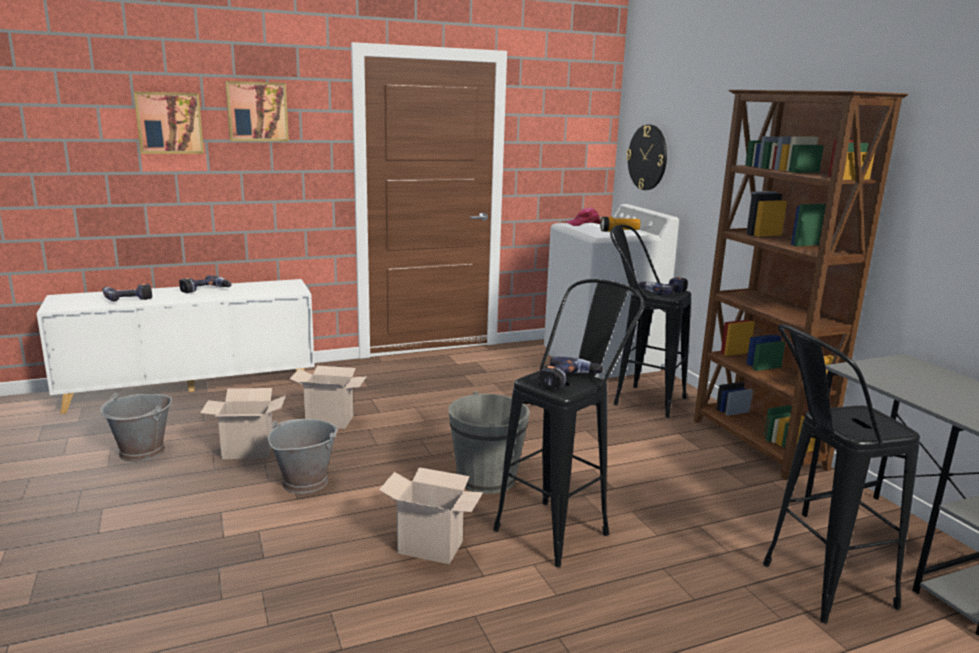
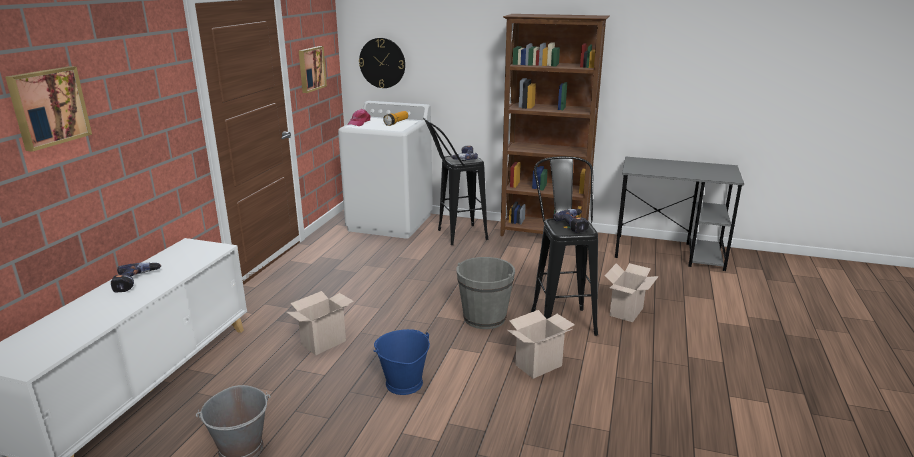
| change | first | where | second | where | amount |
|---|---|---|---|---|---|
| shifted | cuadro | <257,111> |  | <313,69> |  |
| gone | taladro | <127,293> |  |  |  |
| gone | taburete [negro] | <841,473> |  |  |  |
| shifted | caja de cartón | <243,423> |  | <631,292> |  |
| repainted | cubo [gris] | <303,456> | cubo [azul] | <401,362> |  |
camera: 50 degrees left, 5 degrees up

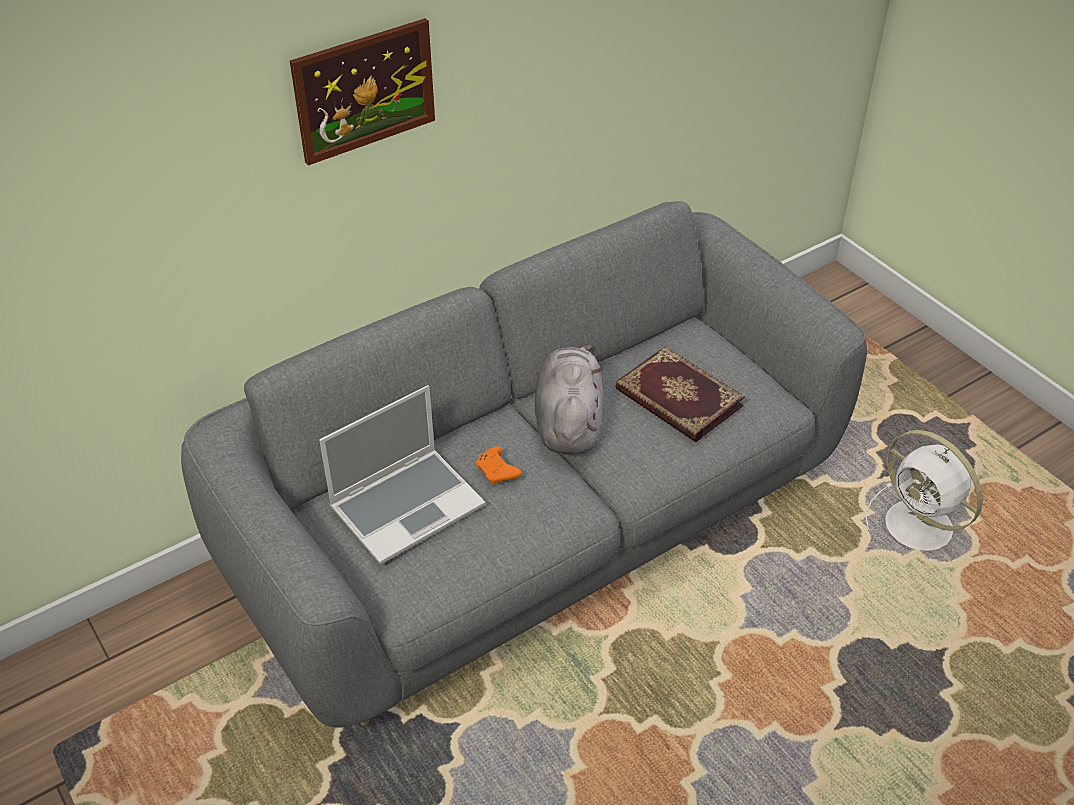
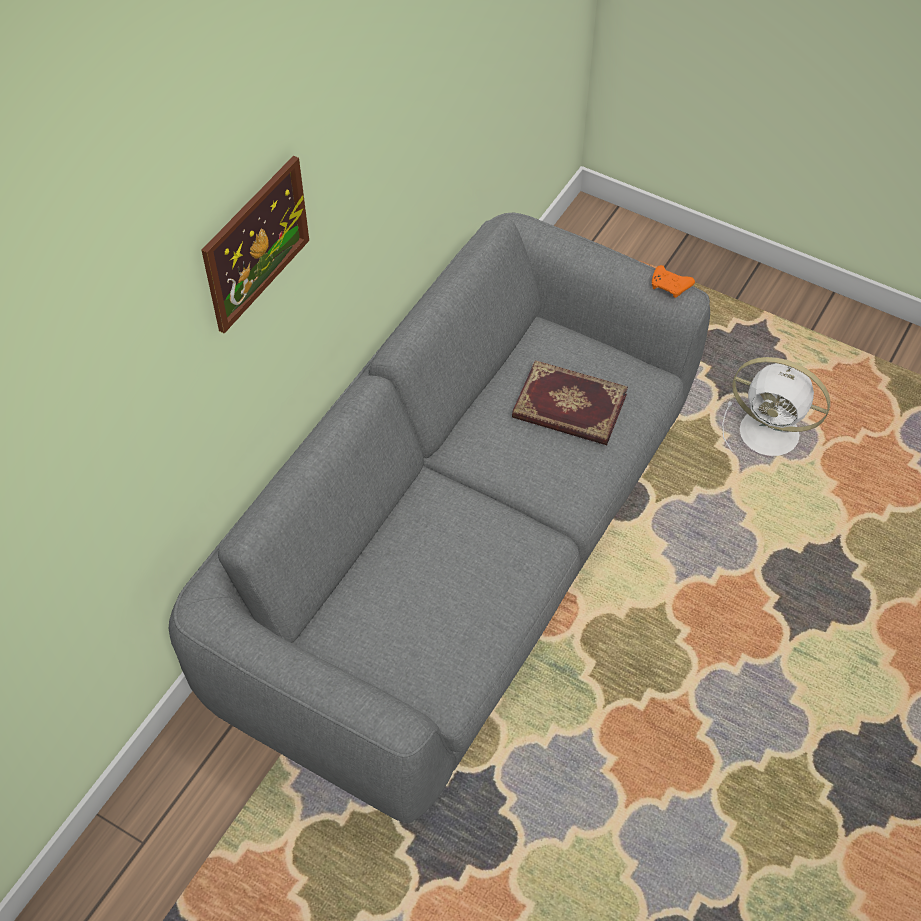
| change | first | where | second | where | amount |
|---|---|---|---|---|---|
| gone | peluche [gris] | <569,400> |  |  |  |
| gone | portátil | <402,475> |  |  |  |
| shifted | mando de consola [naranja] | <499,465> |  | <673,281> |  |
camera: 25 degrees left, 10 degrees up

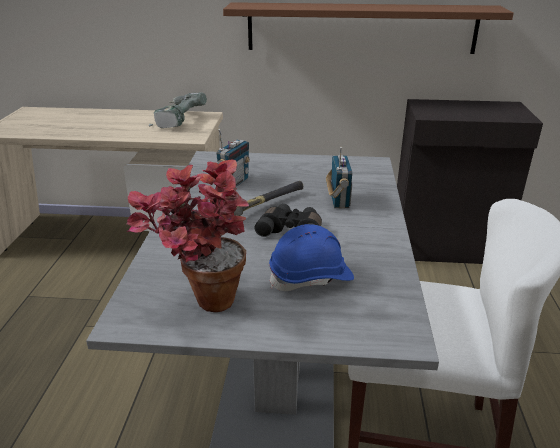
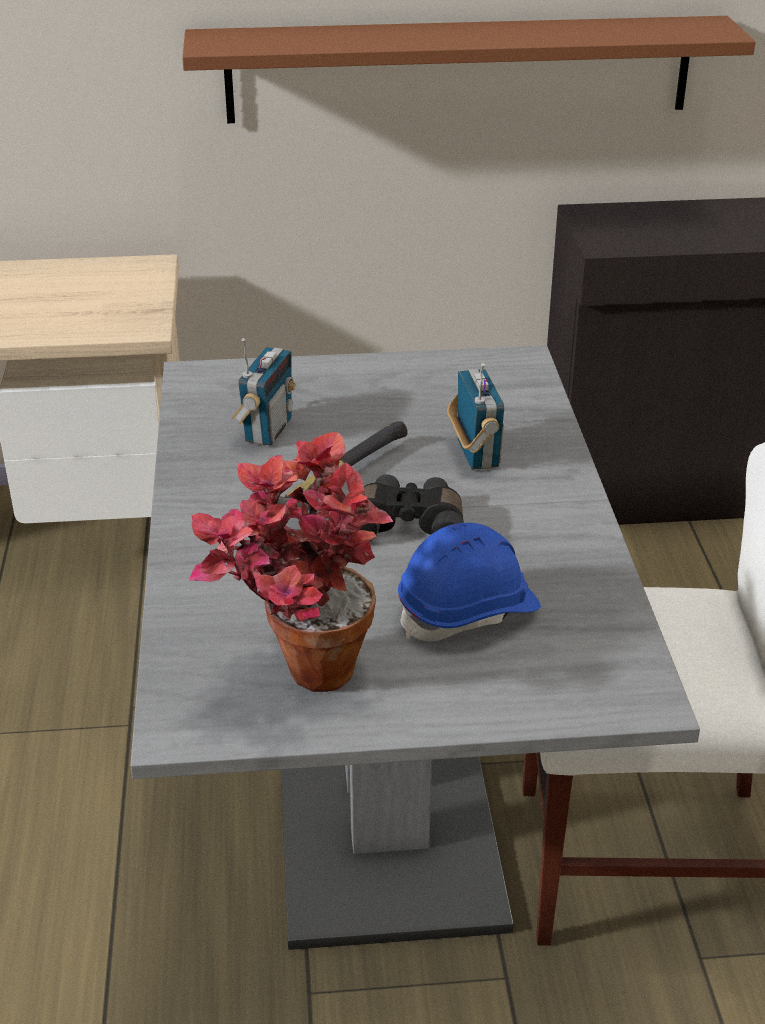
| change | first | where | second | where | amount |
|---|---|---|---|---|---|
| gone | taladro | <178,110> |  |  |  |
camera: 10 degrees left, 5 degrees up

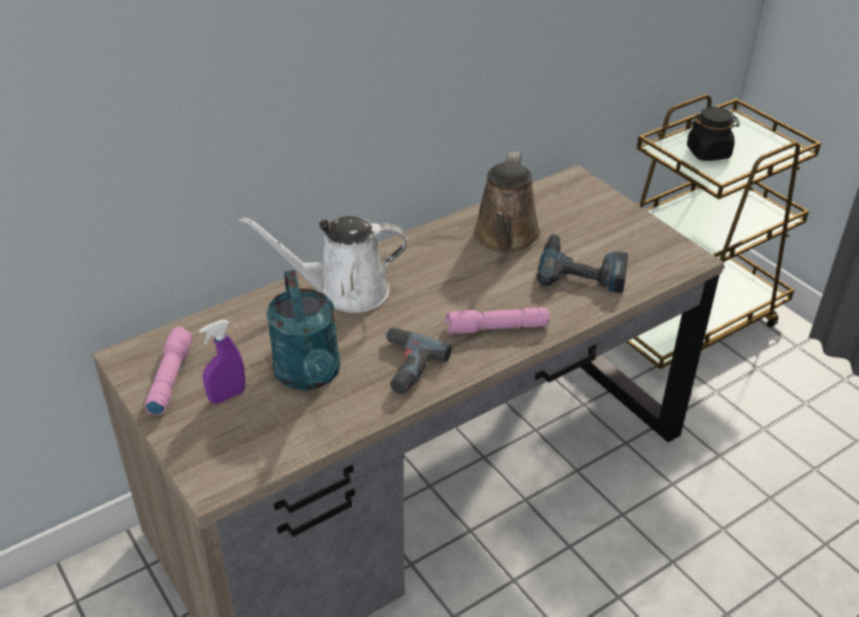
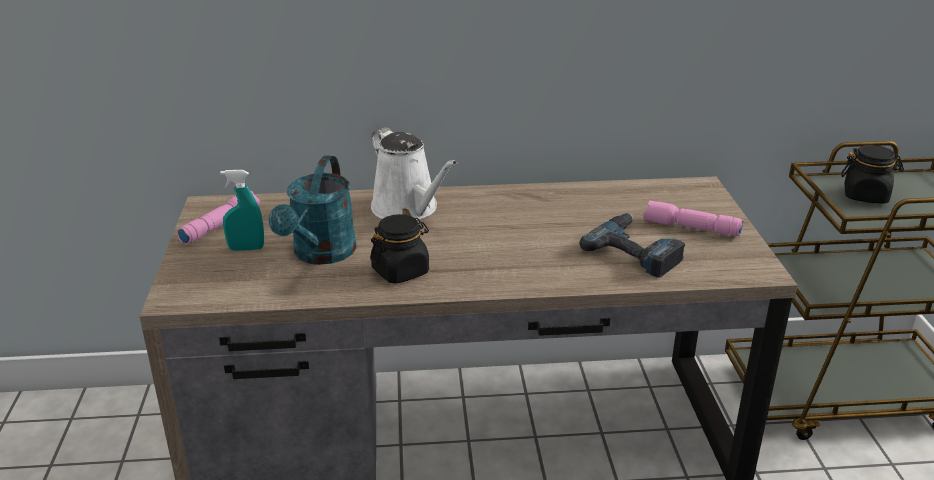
| change | first | where | second | where | amount |
|---|---|---|---|---|---|
| gone | regadera [marrón] | <506,202> |  |  |  |
| rotated | regadera [blanco] | <323,264> |  | <414,173> | 150 degrees counterclockwise |
| shifted | linterna [rosa] | <498,320> |  | <693,218> |  |
| repainted | pulverizador [morado] | <222,362> | pulverizador [turquesa] | <242,210> |  |
| swapped | taladro | <418,360> | tarro [negro] | <399,249> |  |
camera: 30 degrees right, 10 degrees down

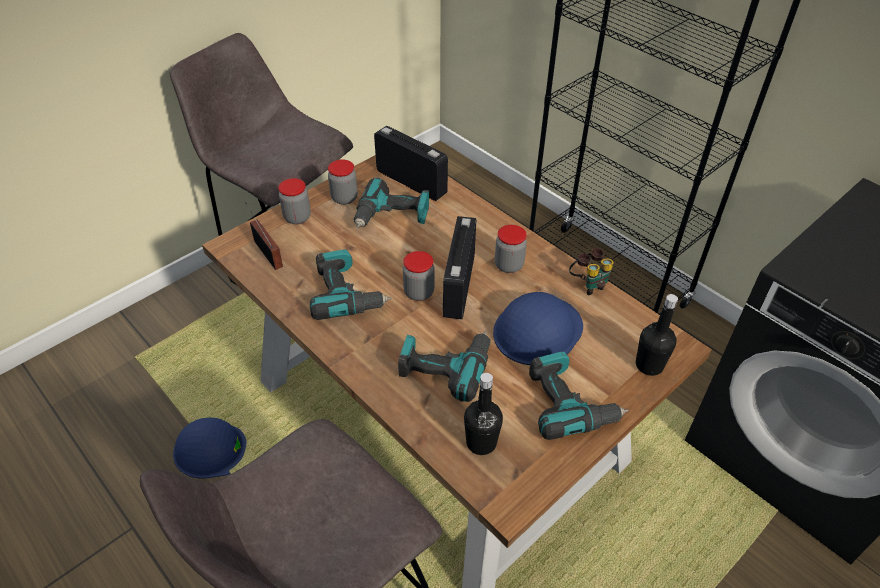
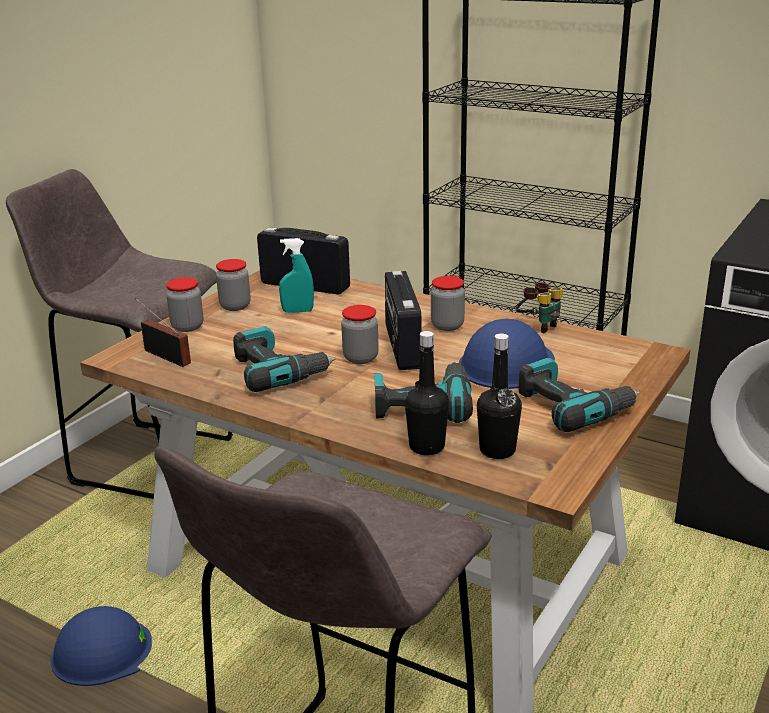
| change | first | where | second | where | amount |
|---|---|---|---|---|---|
| swapped | taladro | <391,203> | pulverizador [turquesa] | <296,275> |  |
| shifted | botella [negro] | <657,335> |  | <427,393> |  |
camera: 15 degrees left, 20 degrees down

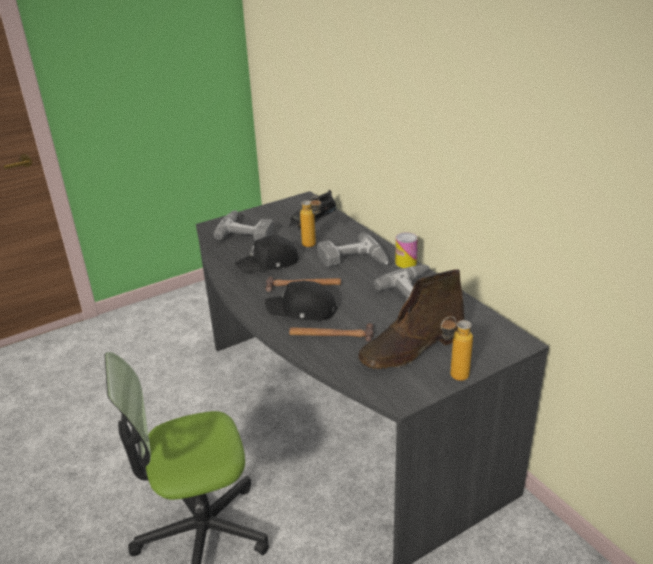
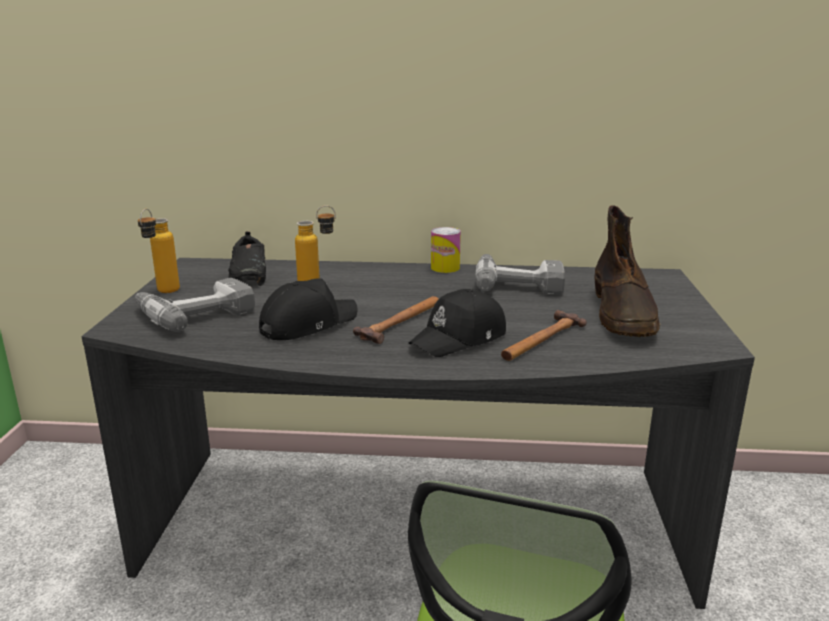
| change | first | where | second | where | amount |
|---|---|---|---|---|---|
| gone | taladro | <353,249> |  |  |  |
| rotated | gorra [negro] | <266,254> |  | <308,309> | 150 degrees counterclockwise |
| shifted | botella | <457,348> |  | <159,251> |  |
camera: 55 degrees left, 10 degrees down

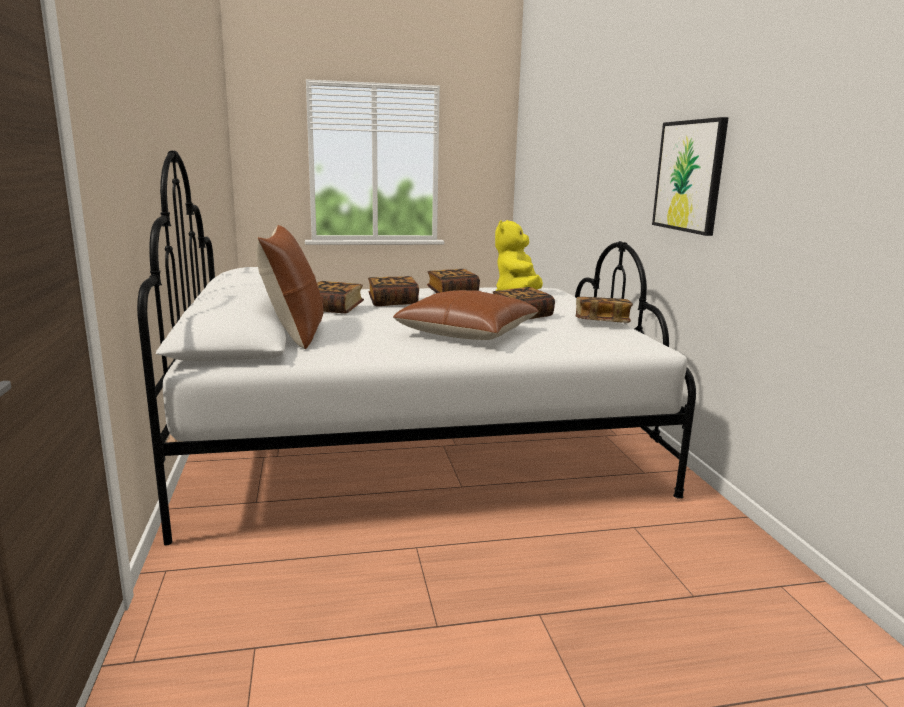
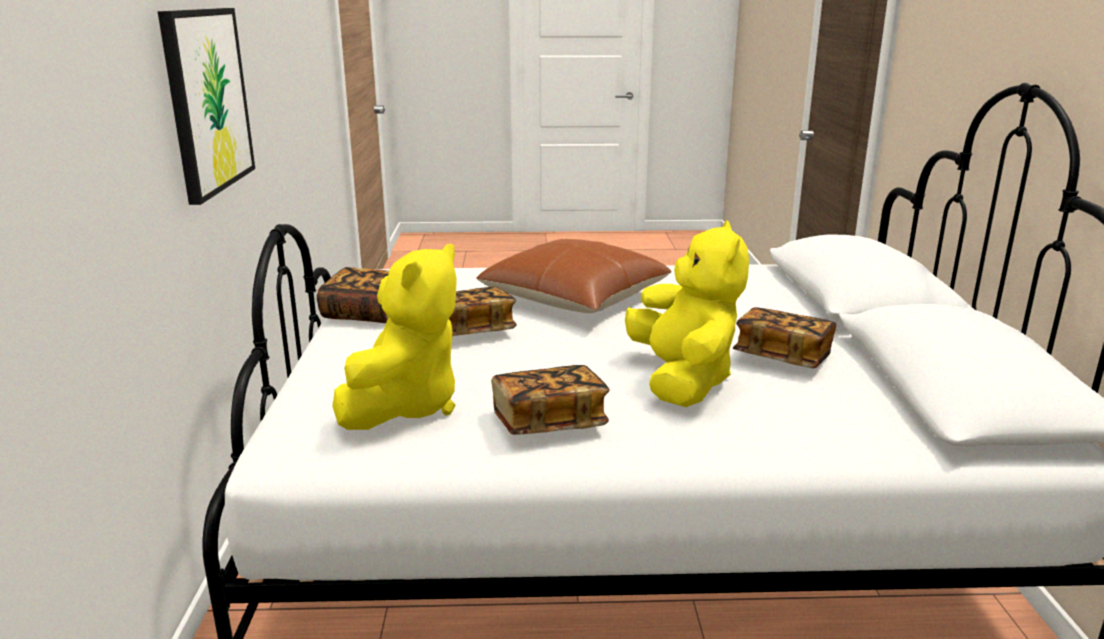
| change | first | where | second | where | amount |
|---|---|---|---|---|---|
| gone | cojín [marrón] | <290,287> |  |  |  |
| swapped | libro | <393,291> | peluche [amarillo] | <687,313> |  |
camera: 170 degrees left, 5 degrees up

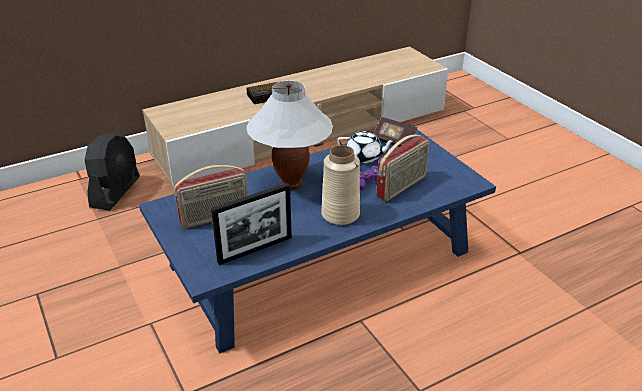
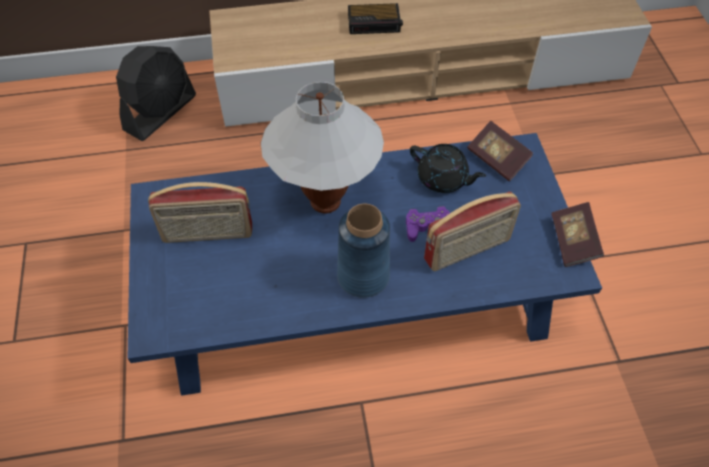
| change | first | where | second | where | amount |
|---|---|---|---|---|---|
| repainted | tetera [blanco] | <366,147> | tetera [negro] | <448,168> |  |
| repainted | florero [beis] | <340,185> | florero [azul] | <363,251> |  |
| gone | portarretratos | <251,224> |  |  |  |
| new |  |  | libro | <577,234> |  |
camera: 20 degrees right, 20 degrees up

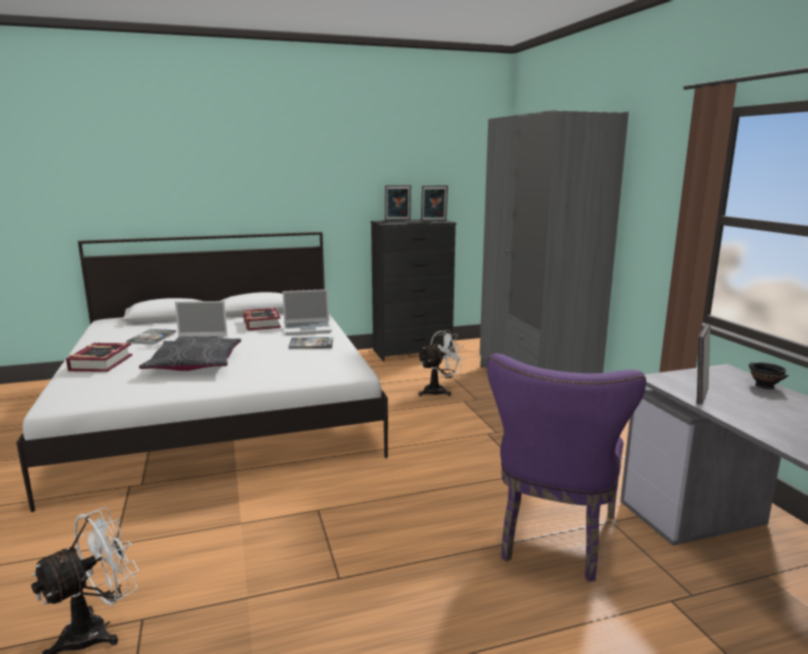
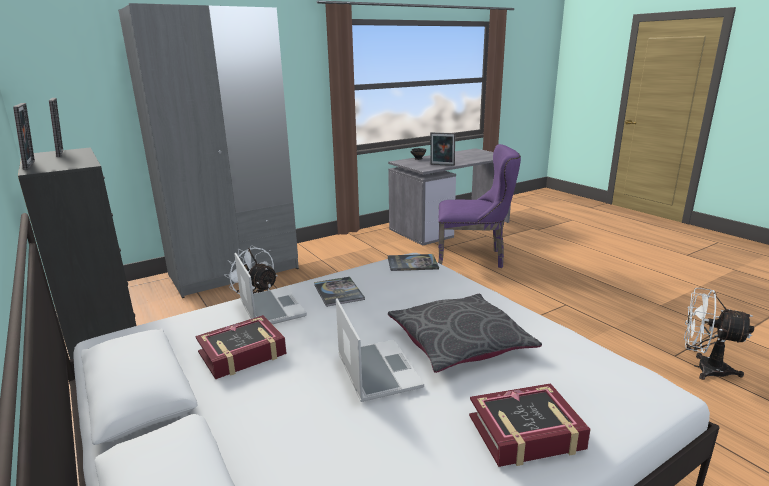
| change | first | where | second | where | amount |
|---|---|---|---|---|---|
| shifted | libro | <151,337> |  | <413,262> |  |
camera: 105 degrees left, 5 degrees up

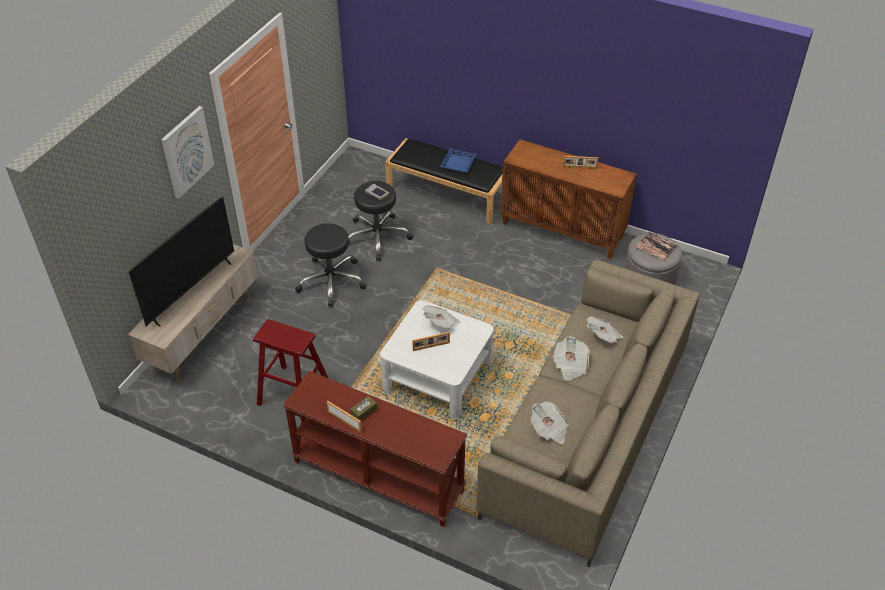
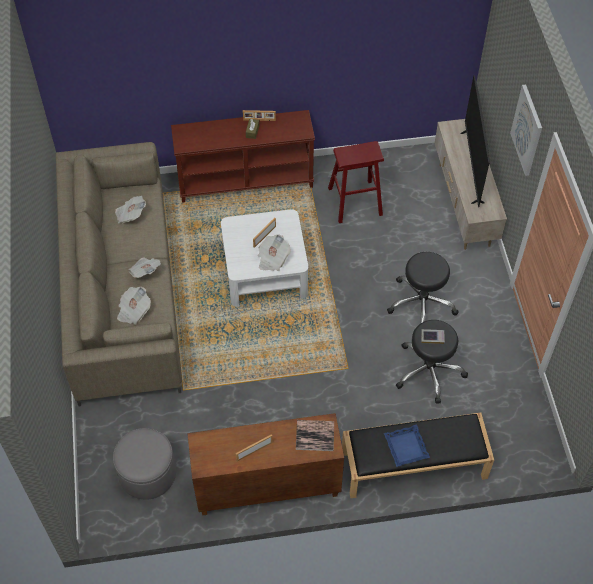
| change | first | where | second | where | amount |
|---|---|---|---|---|---|
| shifted | libro | <656,246> |  | <315,435> |  |
camera: 145 degrees right, 10 degrees up

